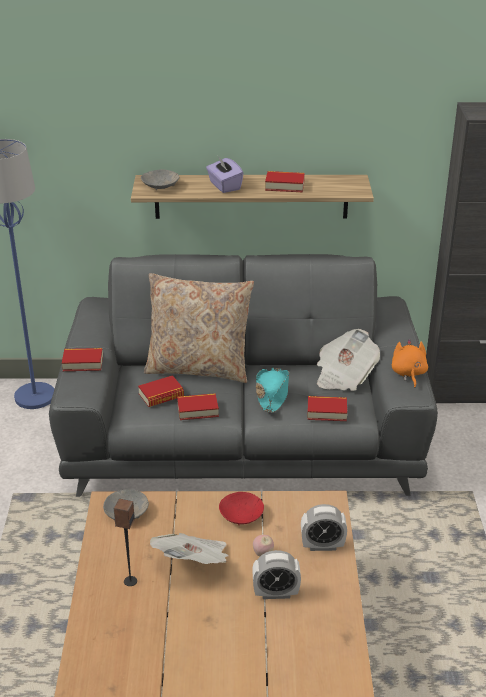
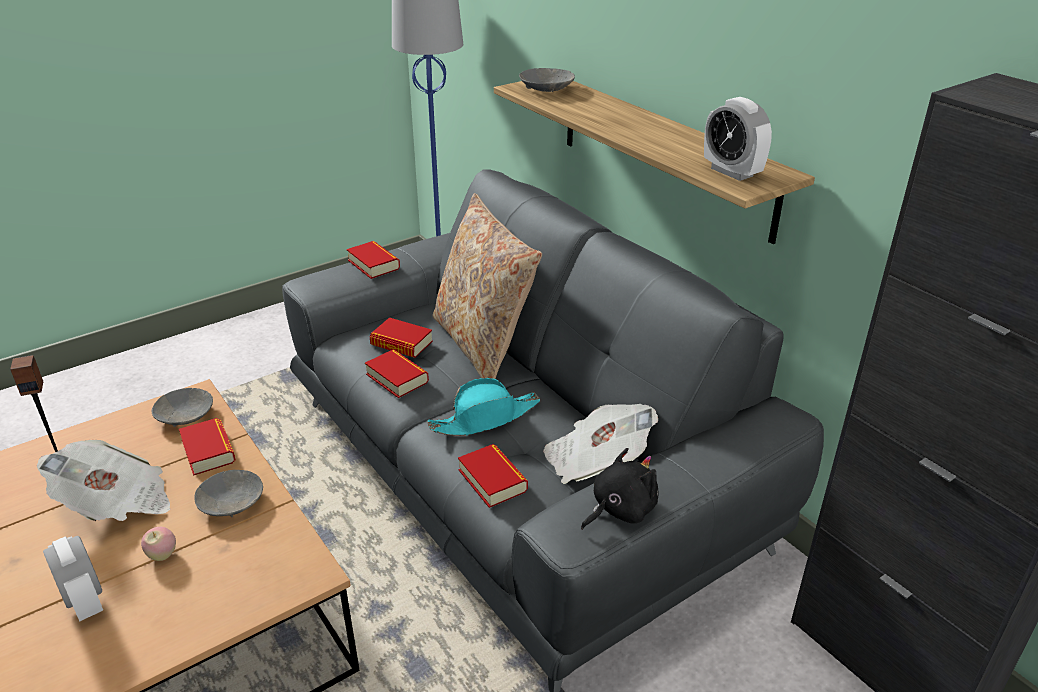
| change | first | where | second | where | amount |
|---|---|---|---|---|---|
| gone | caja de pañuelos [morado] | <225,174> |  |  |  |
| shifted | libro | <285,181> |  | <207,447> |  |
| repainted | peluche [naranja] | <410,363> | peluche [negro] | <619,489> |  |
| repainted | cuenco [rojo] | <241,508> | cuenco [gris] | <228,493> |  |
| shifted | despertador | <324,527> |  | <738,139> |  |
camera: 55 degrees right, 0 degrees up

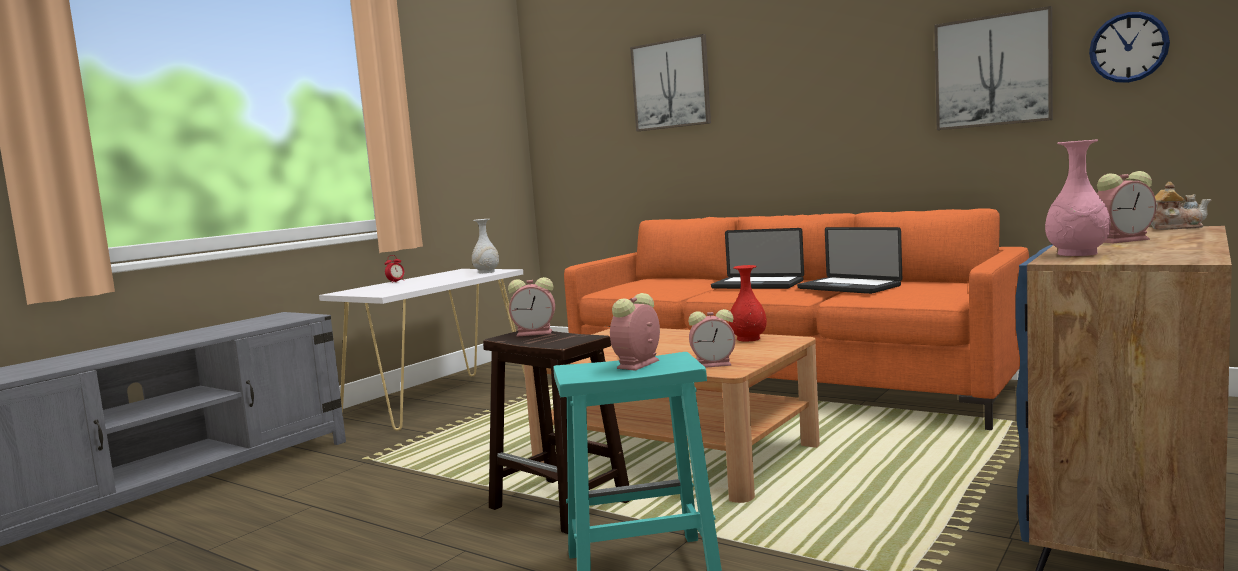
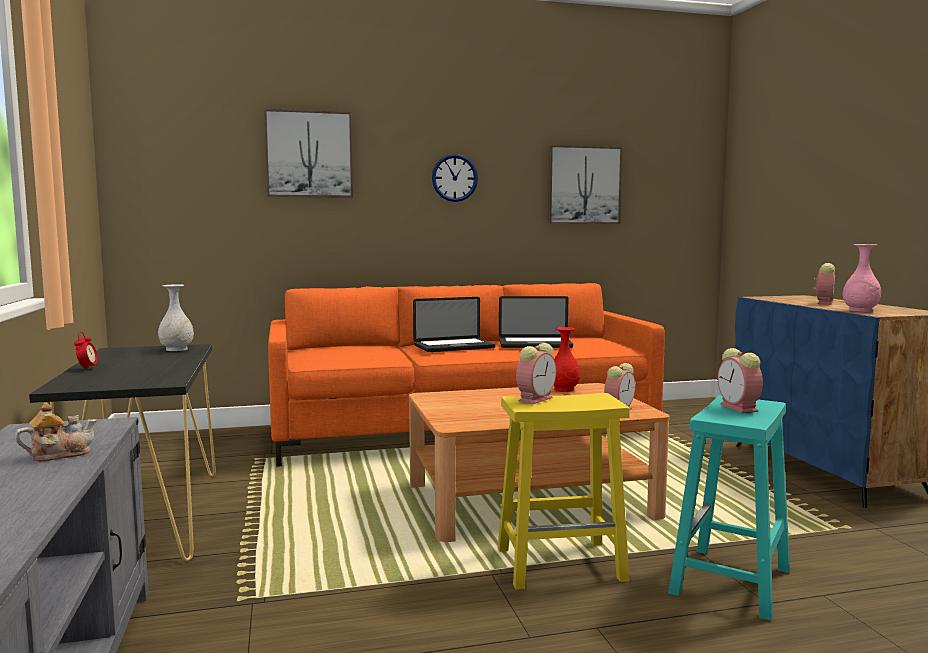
| change | first | where | second | where | amount |
|---|---|---|---|---|---|
| shifted | reloj de pared | <1129,47> |  | <455,178> |  |
| shifted | tetera | <1181,206> |  | <56,432> |  |
| repainted | mesa consola [blanco] | <422,350> | mesa consola [negro] | <122,453> |  |
| repainted | taburete [marrón] | <557,432> | taburete [amarillo] | <564,491> |  |
camera: 50 degrees left, 0 degrees up

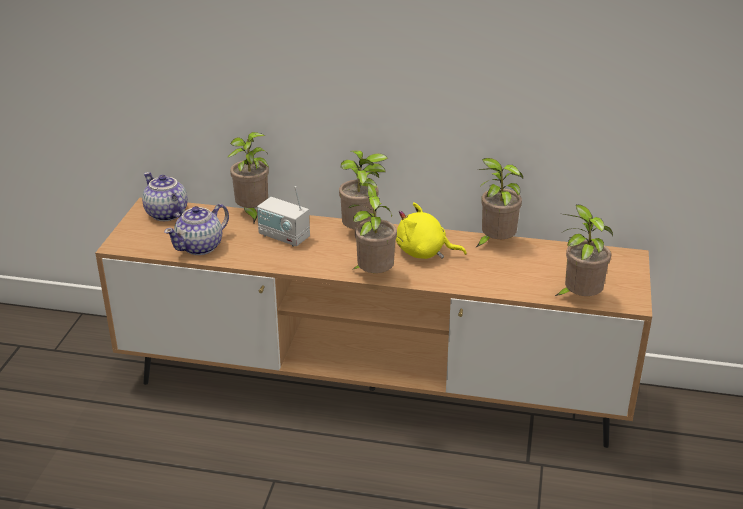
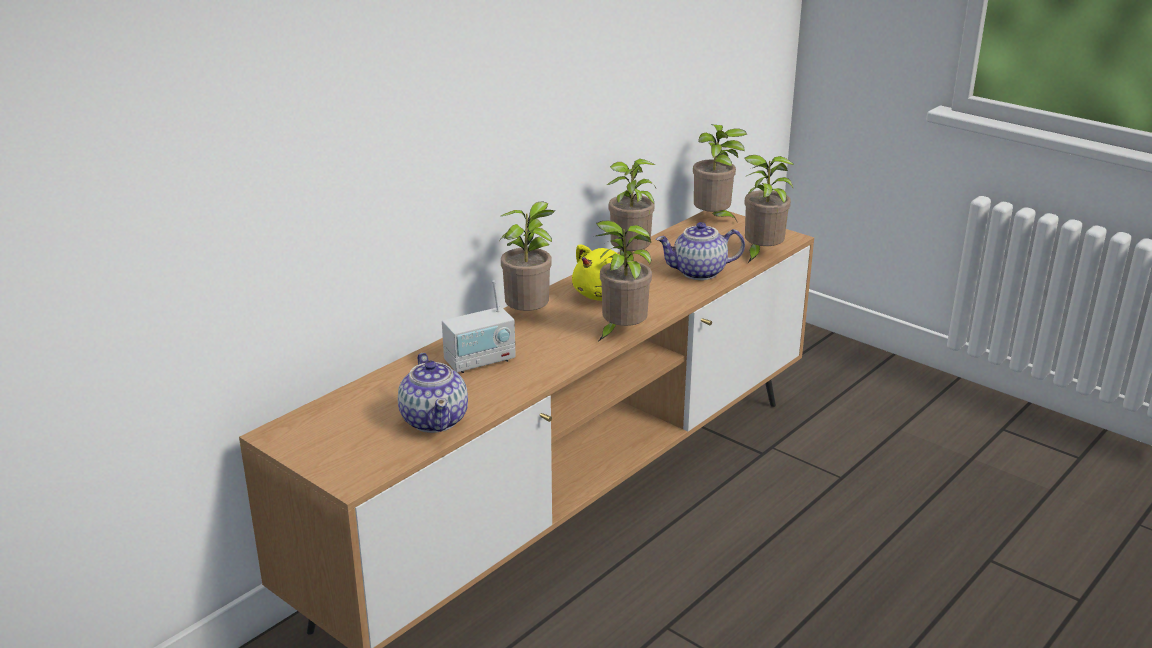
| change | first | where | second | where | amount |
|---|---|---|---|---|---|
| shifted | planta en maceta | <248,178> |  | <720,174> |  |
| shifted | tetera | <165,196> |  | <700,251> |  |
camera: 60 degrees left, 5 degrees down

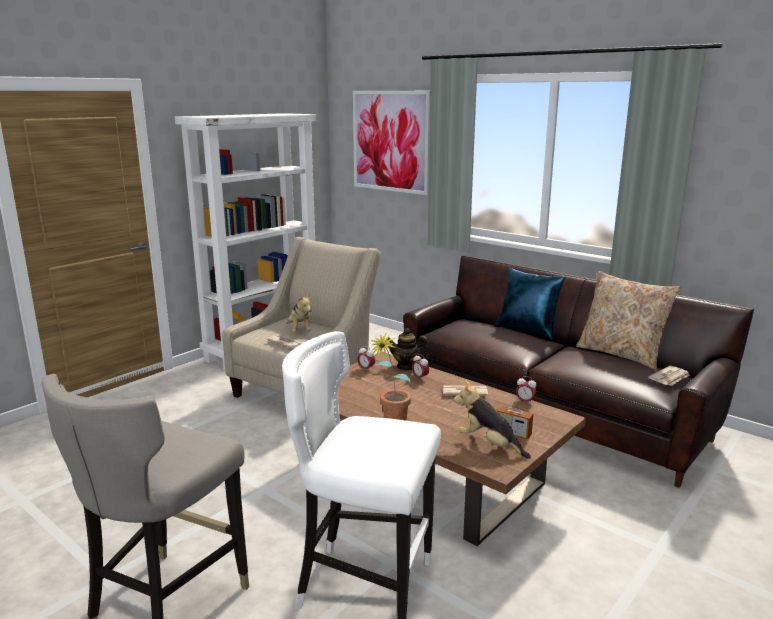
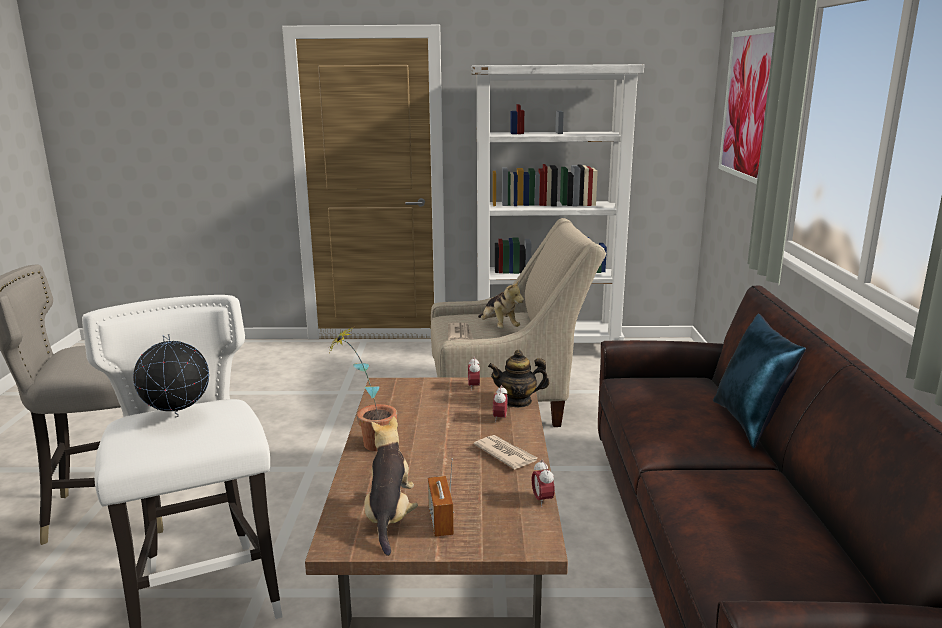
| change | first | where | second | where | amount |
|---|---|---|---|---|---|
| gone | cojín [beis] | <628,320> |  |  |  |
| rotated | peluche | <297,312> |  | <501,303> | 60 degrees counterclockwise |
| rotated | tetera | <408,349> |  | <519,379> | 60 degrees counterclockwise |
| gone | periódico | <669,376> |  |  |  |
| new |  |  | globo terráqueo | <171,375> |  |
camera: 50 degrees right, 0 degrees up

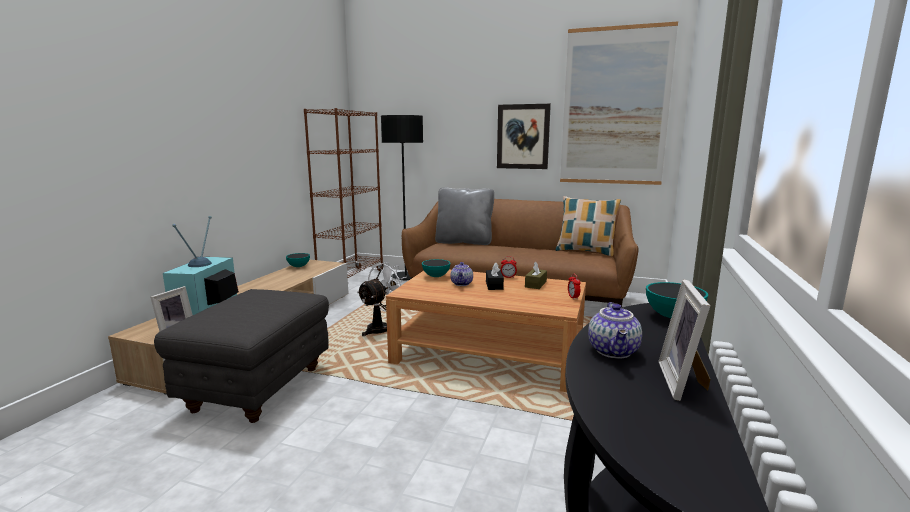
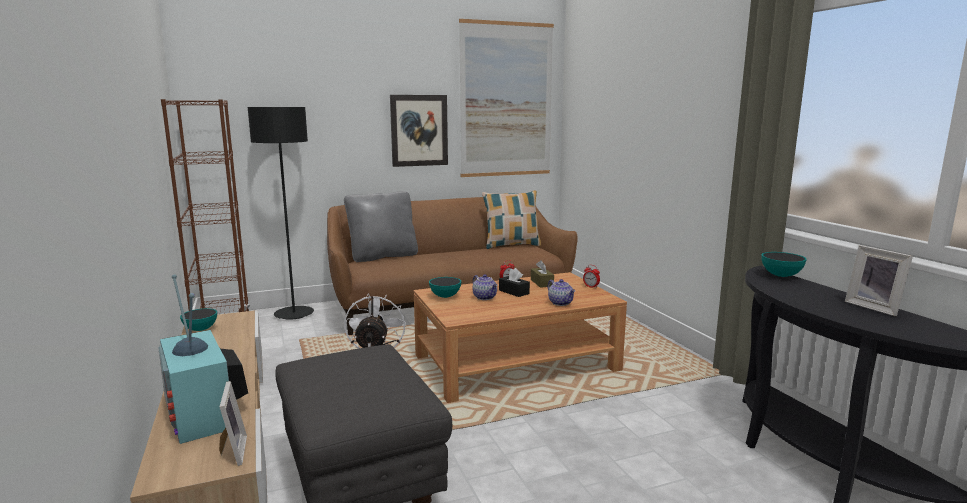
| change | first | where | second | where | amount |
|---|---|---|---|---|---|
| shifted | tetera | <615,330> |  | <561,292> |  |
camera: 40 degrees left, 0 degrees up

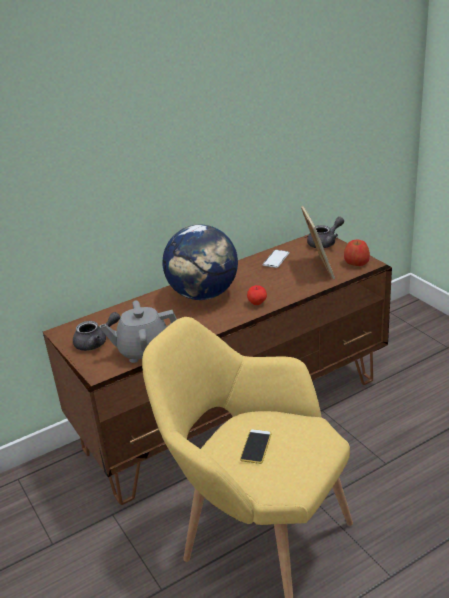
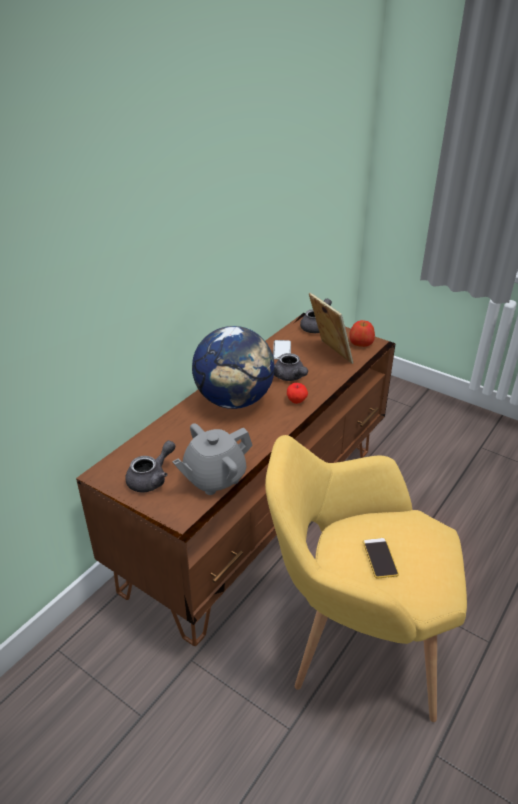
| change | first | where | second | where | amount |
|---|---|---|---|---|---|
| new |  |  | tetera [gris] | <291,367> |  |
camera: 25 degrees left, 5 degrees up

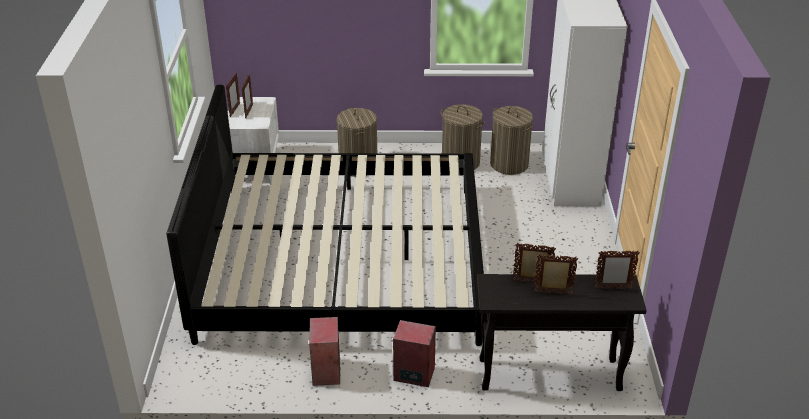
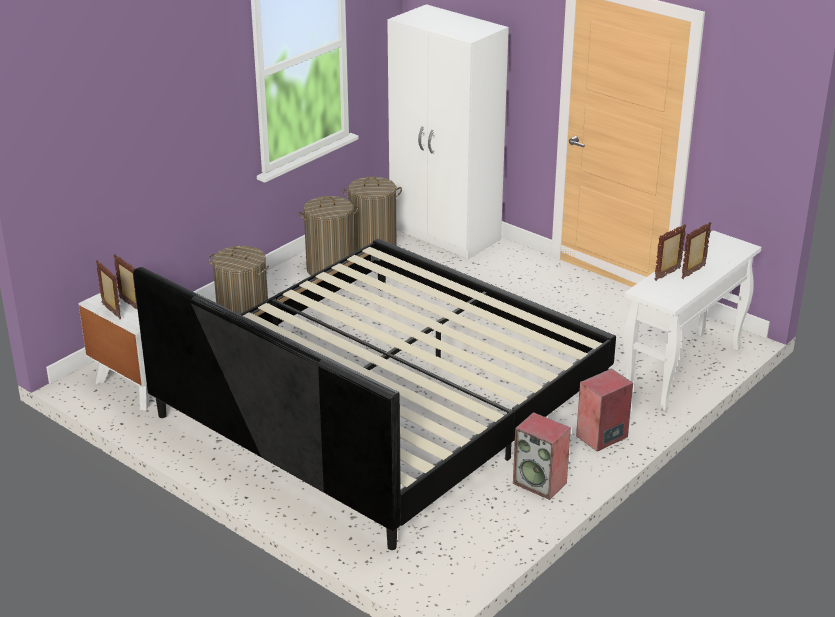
| change | first | where | second | where | amount |
|---|---|---|---|---|---|
| gone | portarretratos | <617,270> |  |  |  |
| repainted | mesa consola [negro] | <562,332> | mesa consola [blanco] | <692,320> |  |
camera: 50 degrees left, 5 degrees down

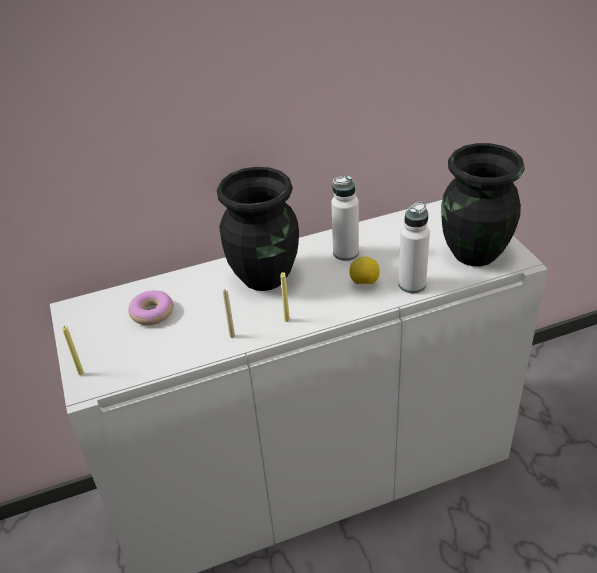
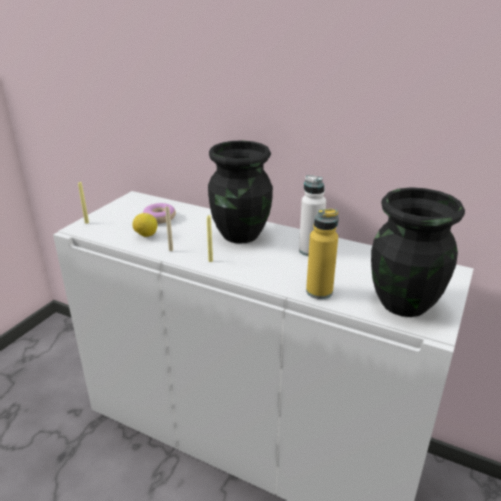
| change | first | where | second | where | amount |
|---|---|---|---|---|---|
| repainted | botella [blanco] | <414,247> | botella [amarillo] | <322,254> |  |
| shifted | limón | <364,270> |  | <145,225> |  |
camera: 45 degrees right, 10 degrees down

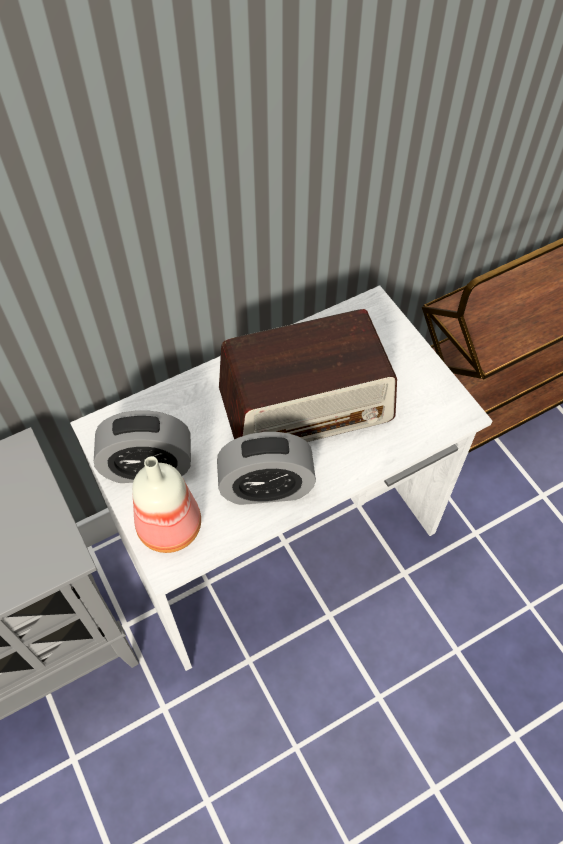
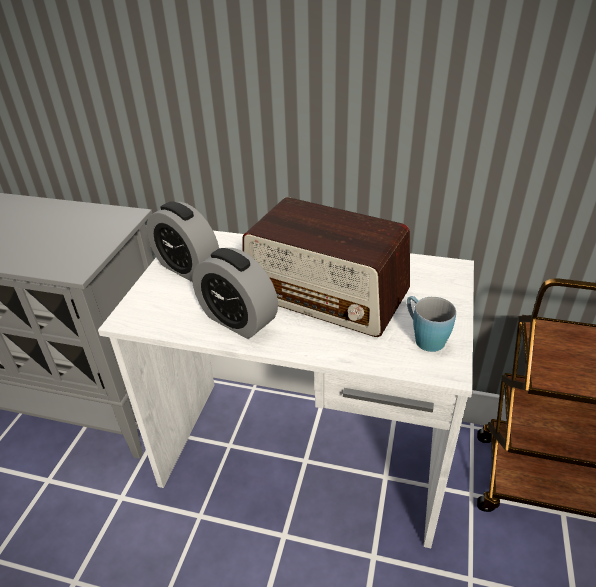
| change | first | where | second | where | amount |
|---|---|---|---|---|---|
| gone | botella | <166,504> |  |  |  |
| new |  |  | taza grande [azul] | <431,324> |  |
camera: 45 degrees right, 20 degrees down

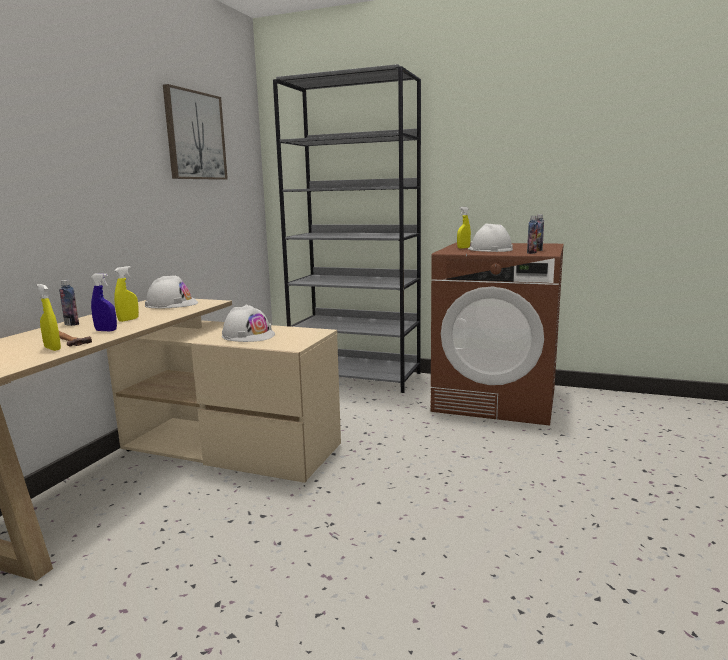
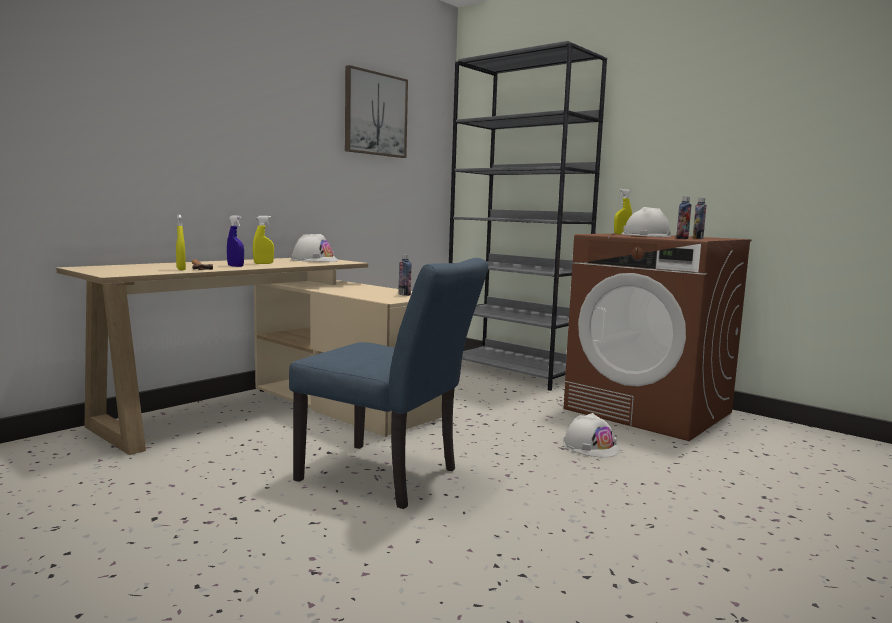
| change | first | where | second | where | amount |
|---|---|---|---|---|---|
| shifted | botella | <69,303> |  | <405,275> |  |
| shifted | casco [blanco] | <248,323> |  | <591,435> |  |
| new |  |  | silla [azul] | <388,383> |  |
camera: 20 degrees right, 5 degrees down

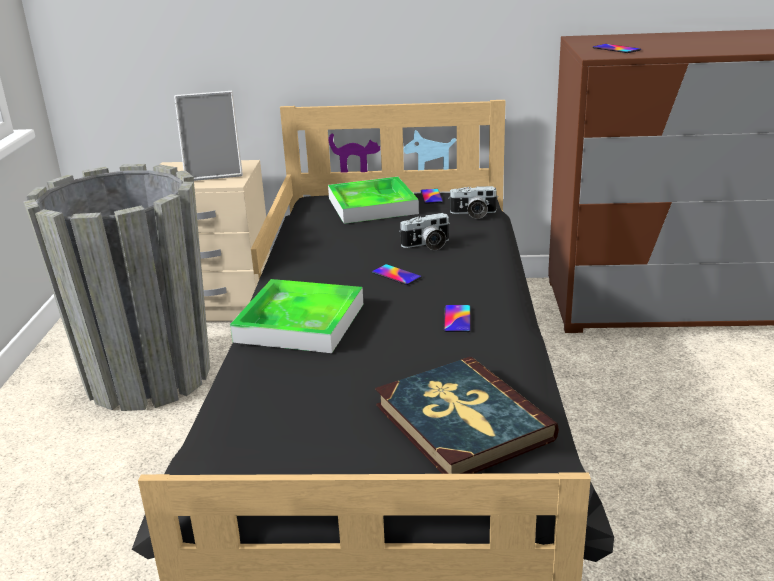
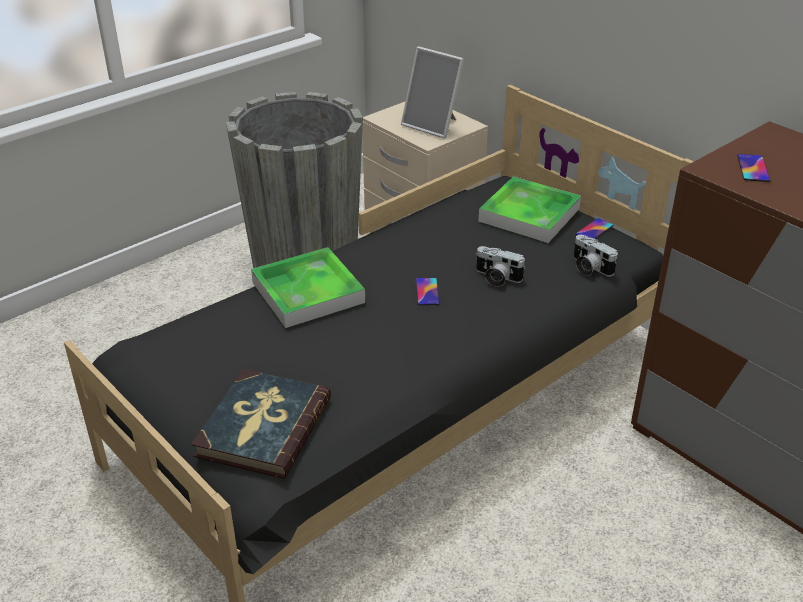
| change | first | where | second | where | amount |
|---|---|---|---|---|---|
| gone | móvil | <457,318> |  |  |  |
camera: 45 degrees right, 10 degrees up

